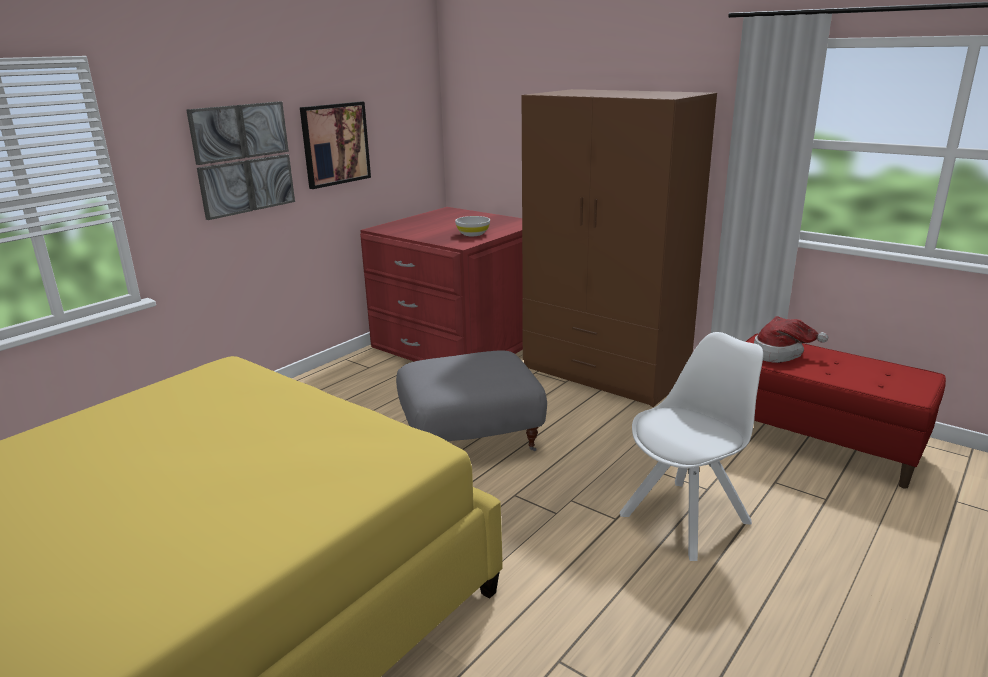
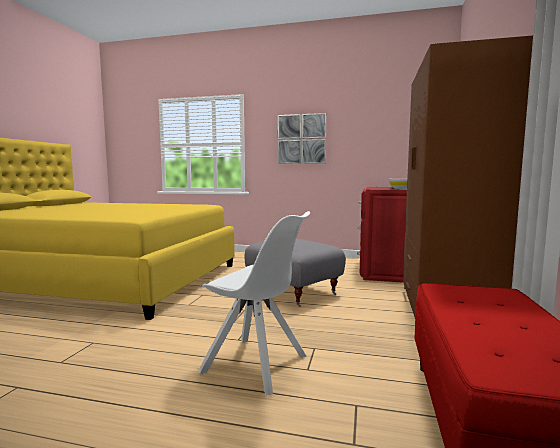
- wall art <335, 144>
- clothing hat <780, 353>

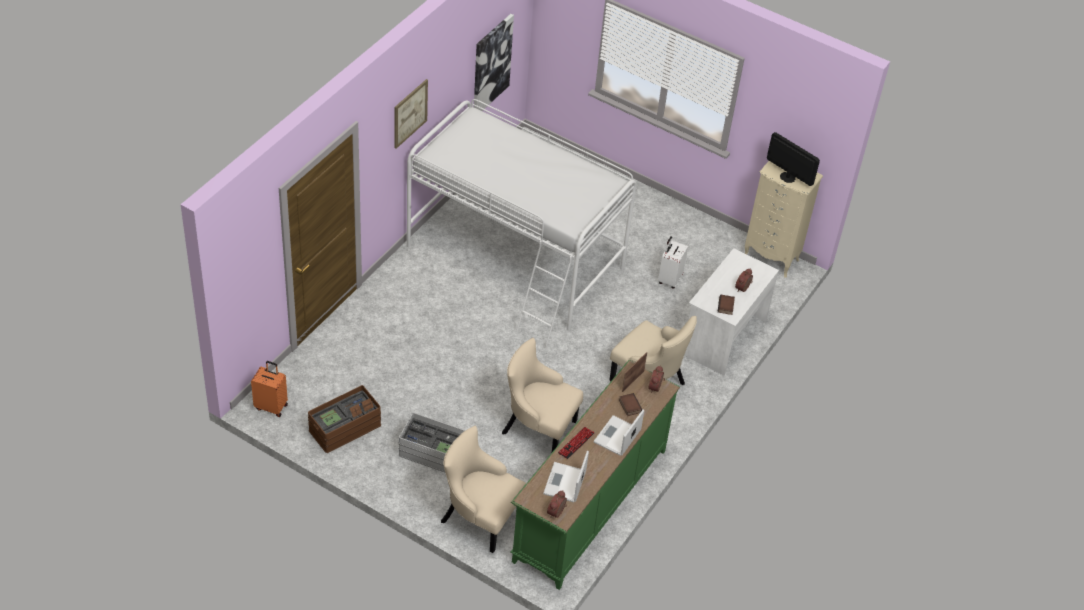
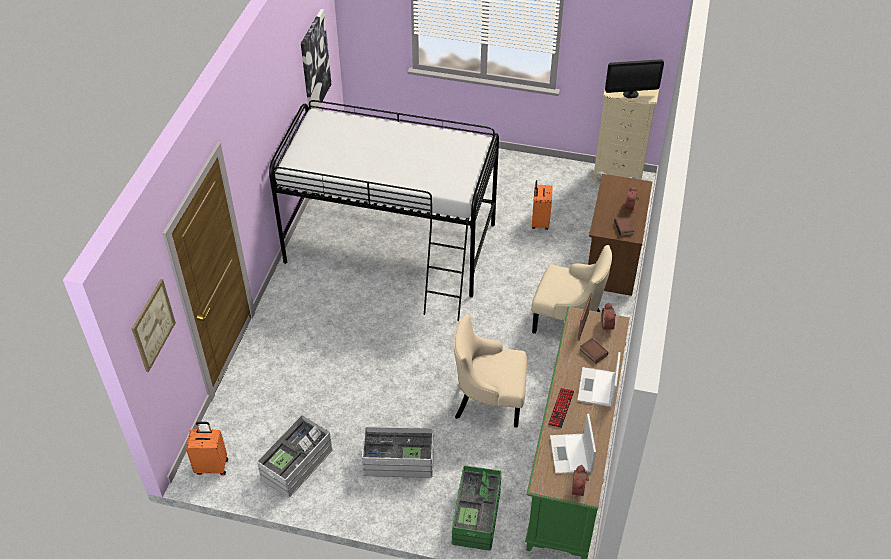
~ brownish storage container <344, 427> to gray storage container <296, 463>
~ wall art <410, 113> to <153, 325>
~ white-coloured bed <516, 260> to black bed <392, 245>
~ beige-coloured upright chair <481, 519> to greenish storage container <475, 515>
~ white-coloured suitcase <669, 279> to orangey suitcase <539, 222>
~ white-coloured desk <723, 336> to brownish desk <612, 260>
~ computer display <787, 177> = <630, 94> 150 degrees clockwise

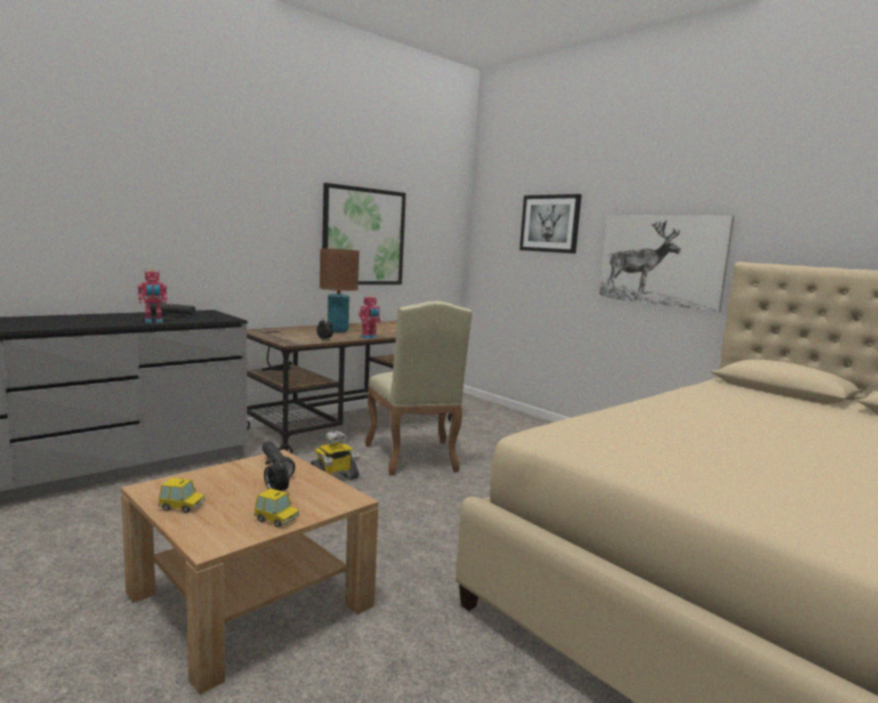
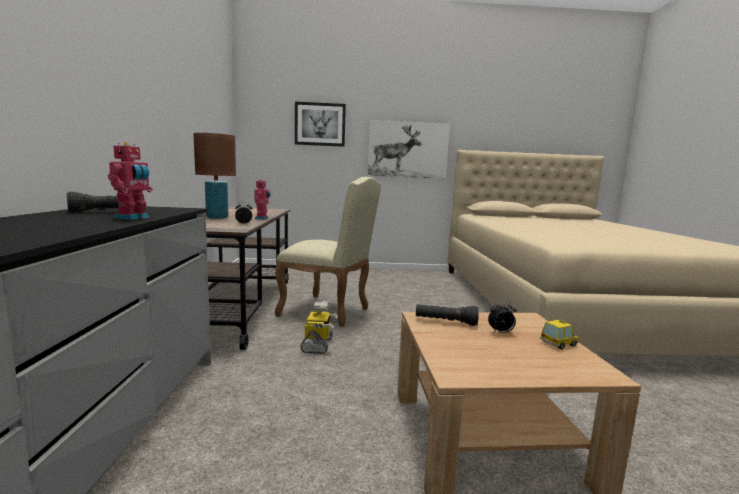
- model car <182, 506>
- wall art <363, 237>

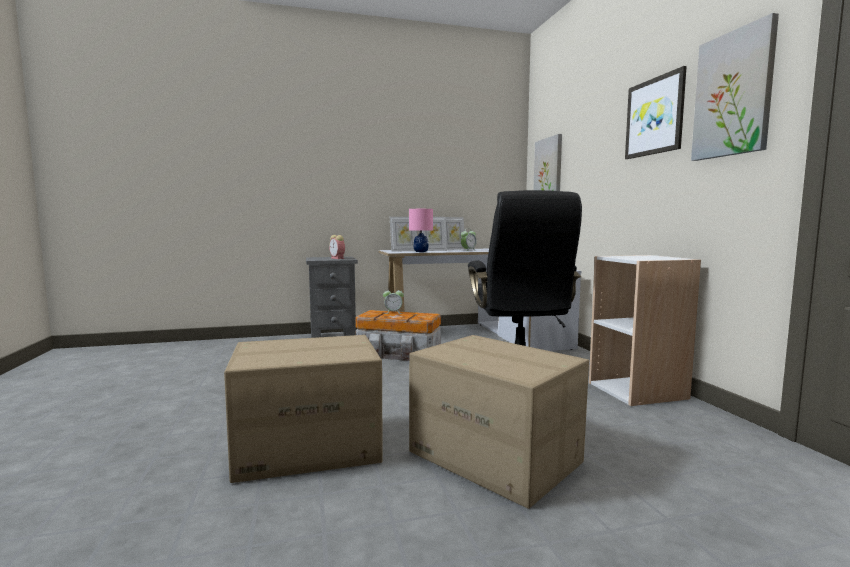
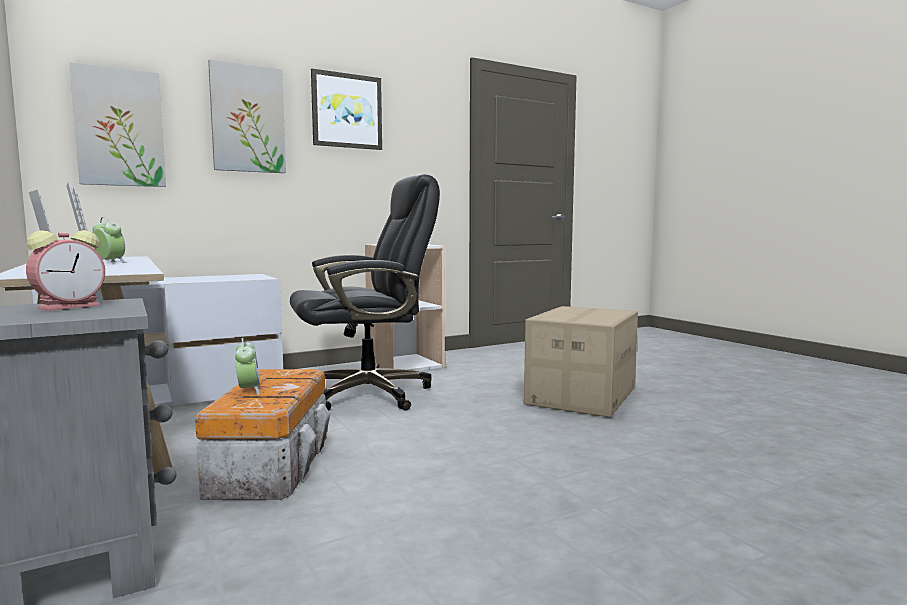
- packing box <308, 447>
- pinkish table lamp <421, 252>
~ wall art <733, 94> to <247, 119>

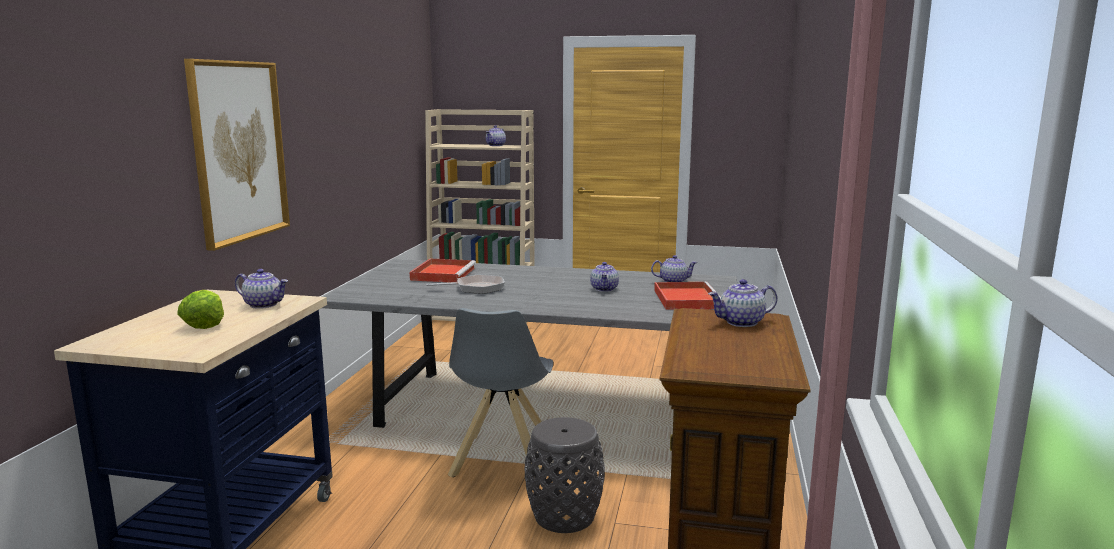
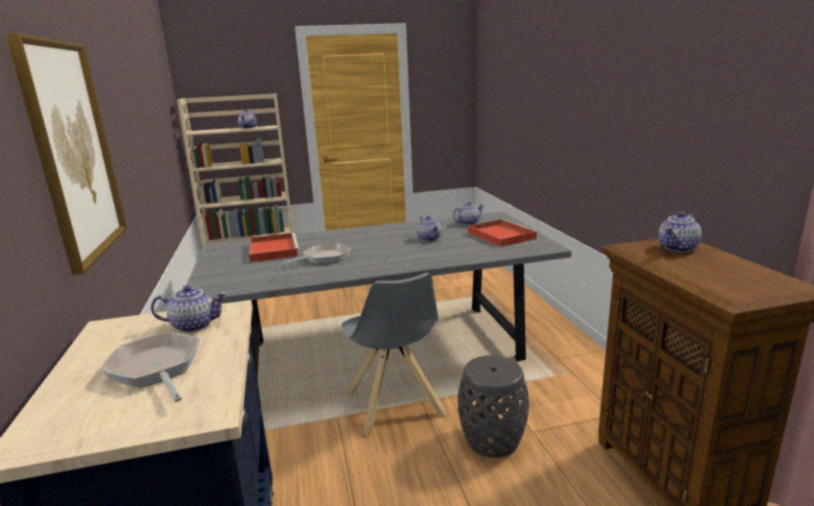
~ head of lettuce <204, 324> to skillet <157, 369>

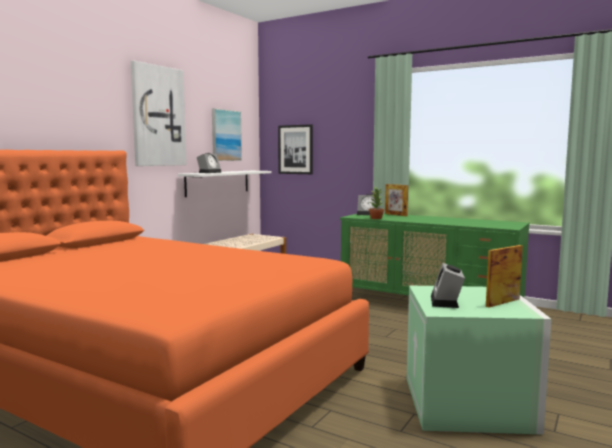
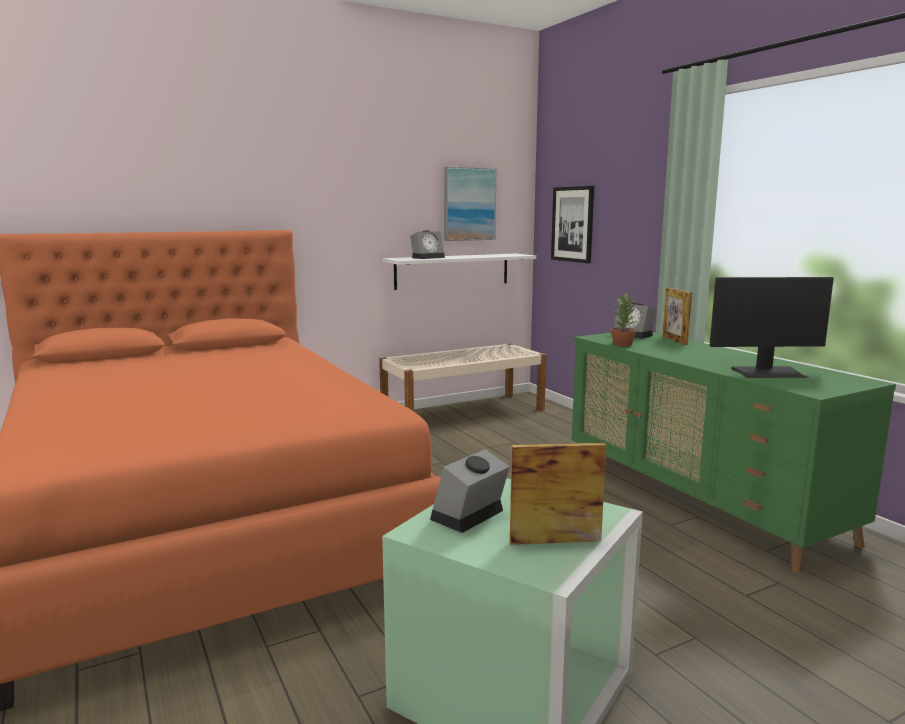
- wall art <158, 116>
+ computer display <769, 372>

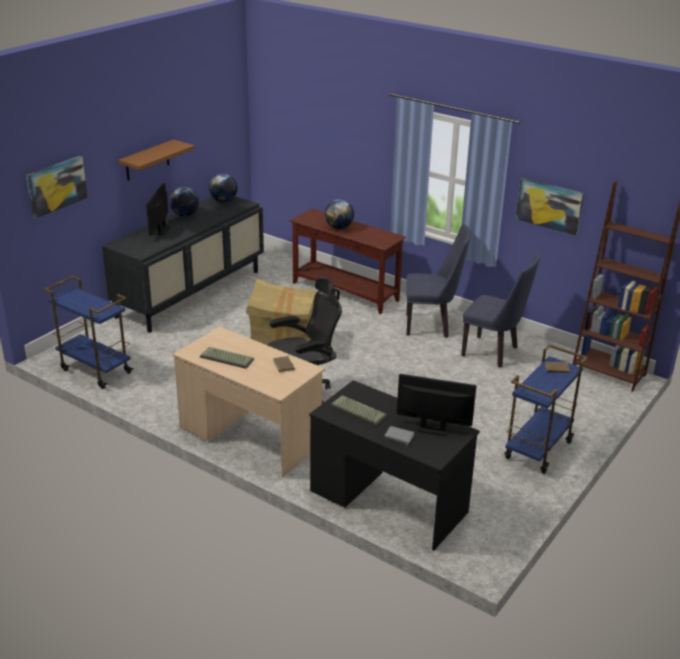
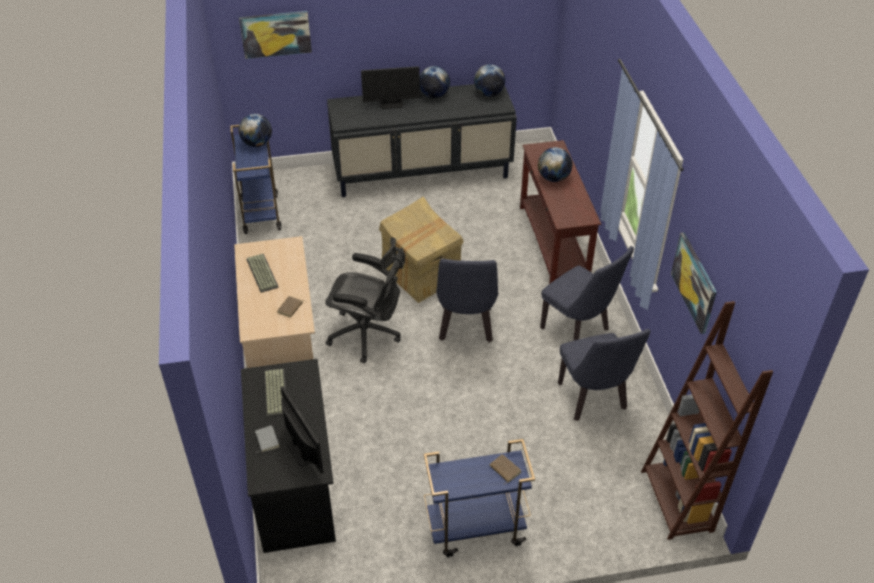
- brownish bracket shelf <147, 160>
~ computer display <160, 230> = <391, 104> 150 degrees counterclockwise
+ globe <257, 143>
+ bluish upright chair <466, 328>

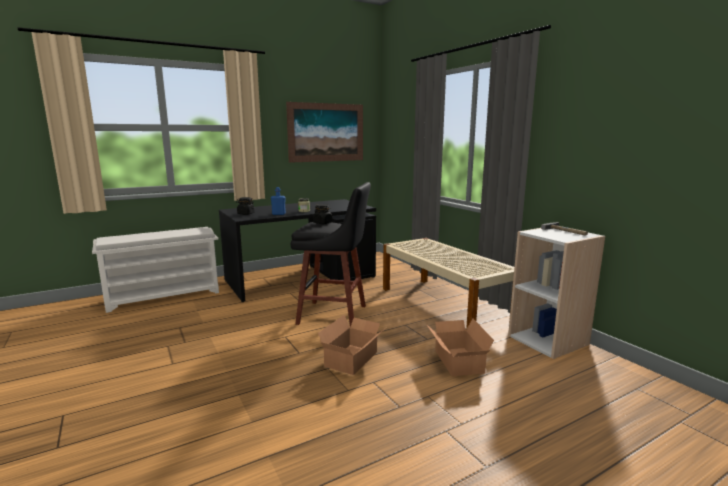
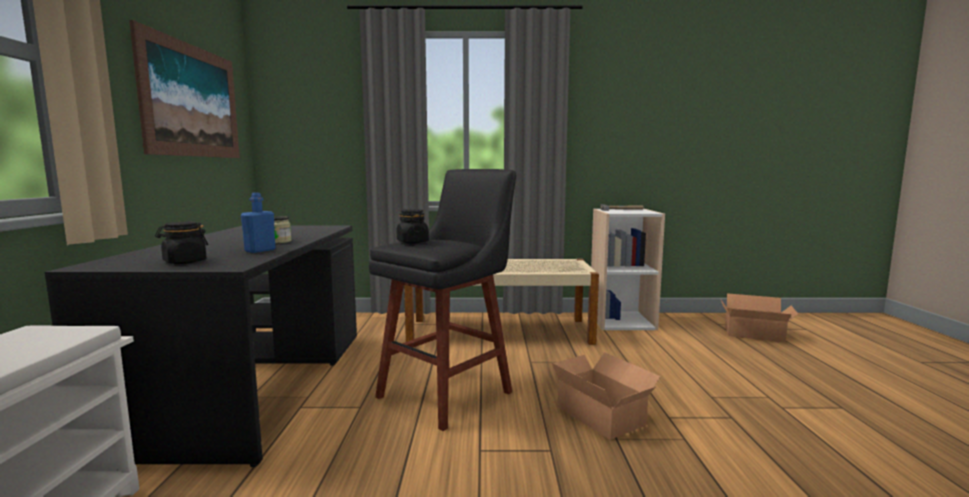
~ packing box <457, 362> to <755, 334>

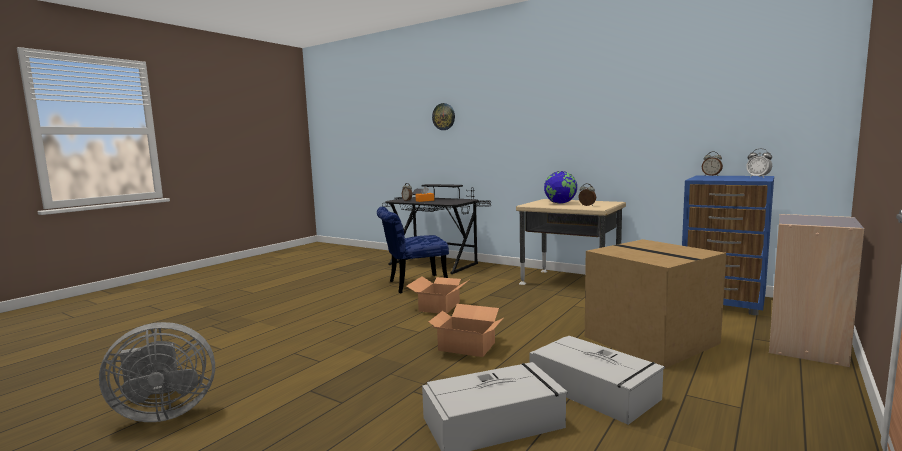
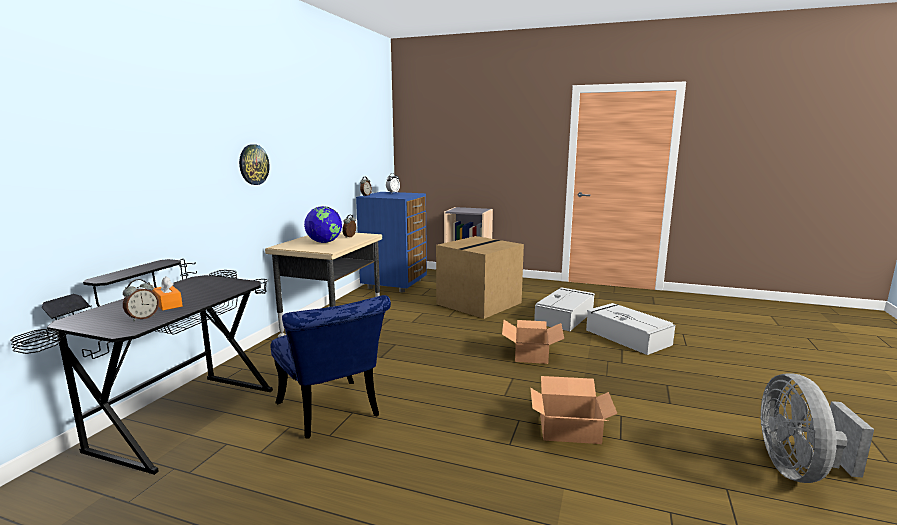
~ gray cooling fan <163, 412> = <798, 470> 135 degrees counterclockwise
~ packing box <440, 306> to <568, 429>
~ hanging clock <443, 116> to <253, 164>

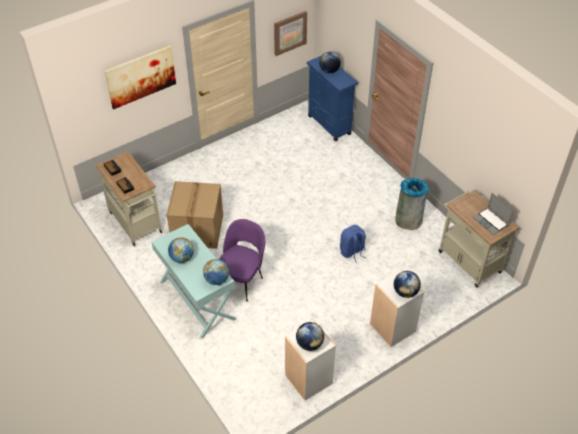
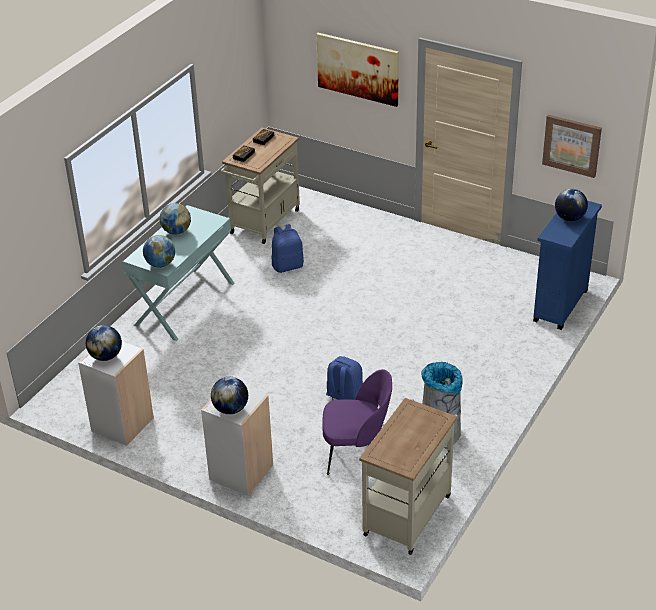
~ packing box <197, 229> to bluish knapsack <288, 266>
~ purple upright chair <243, 281> to <357, 457>
- portable computer <491, 221>

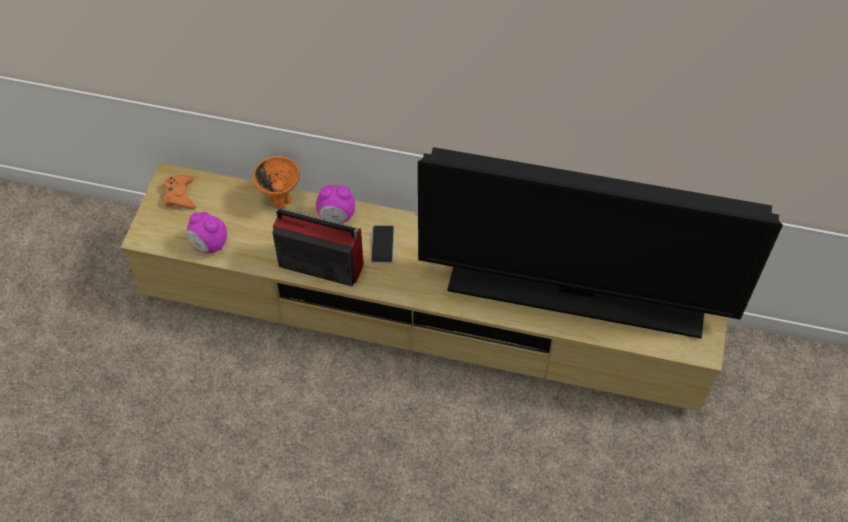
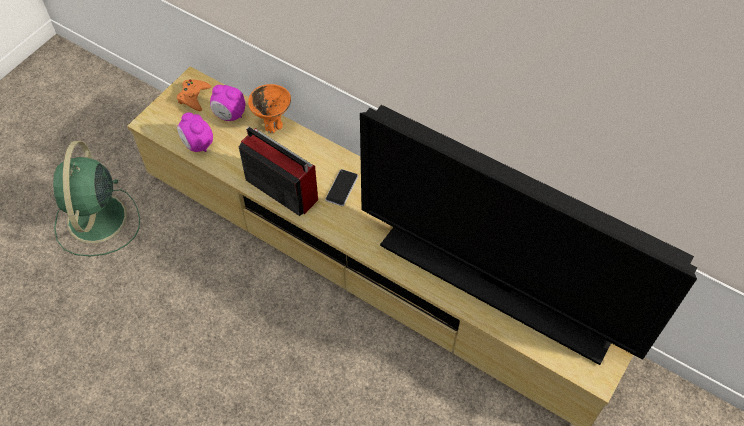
~ table clock <336, 217> to <229, 115>
+ greenish cooling fan <97, 221>

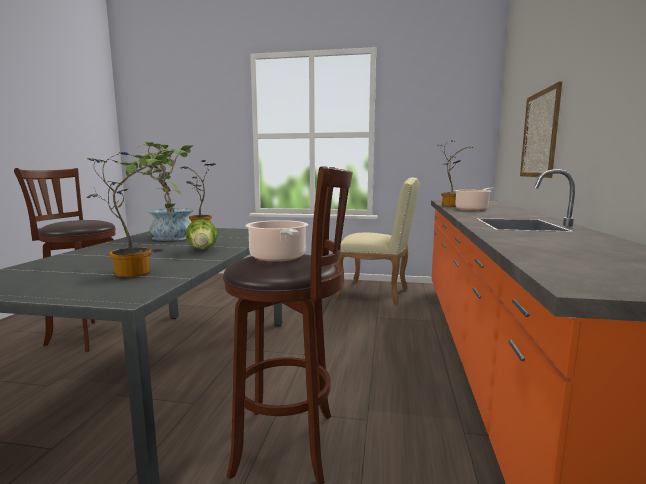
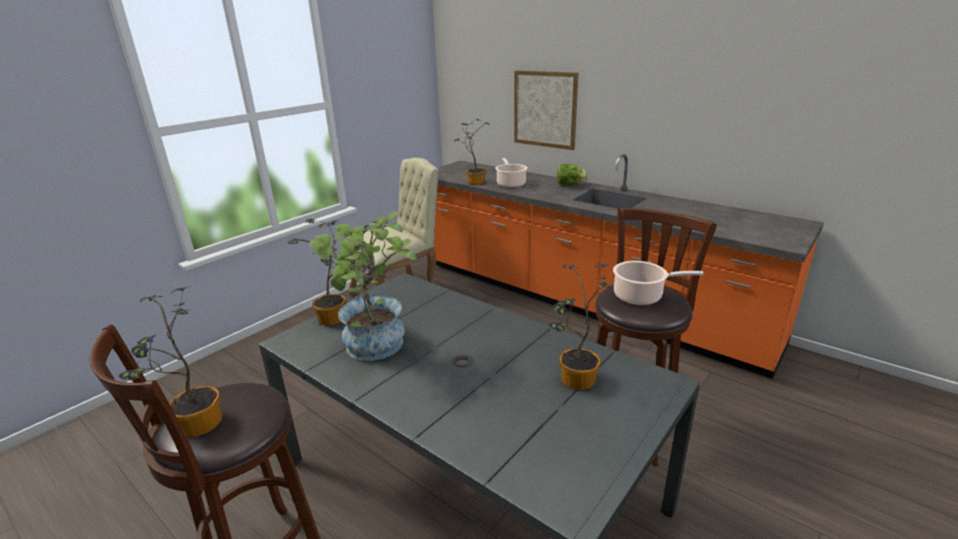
~ head of lettuce <203, 250> to <570, 185>
+ houseplant <195, 427>

